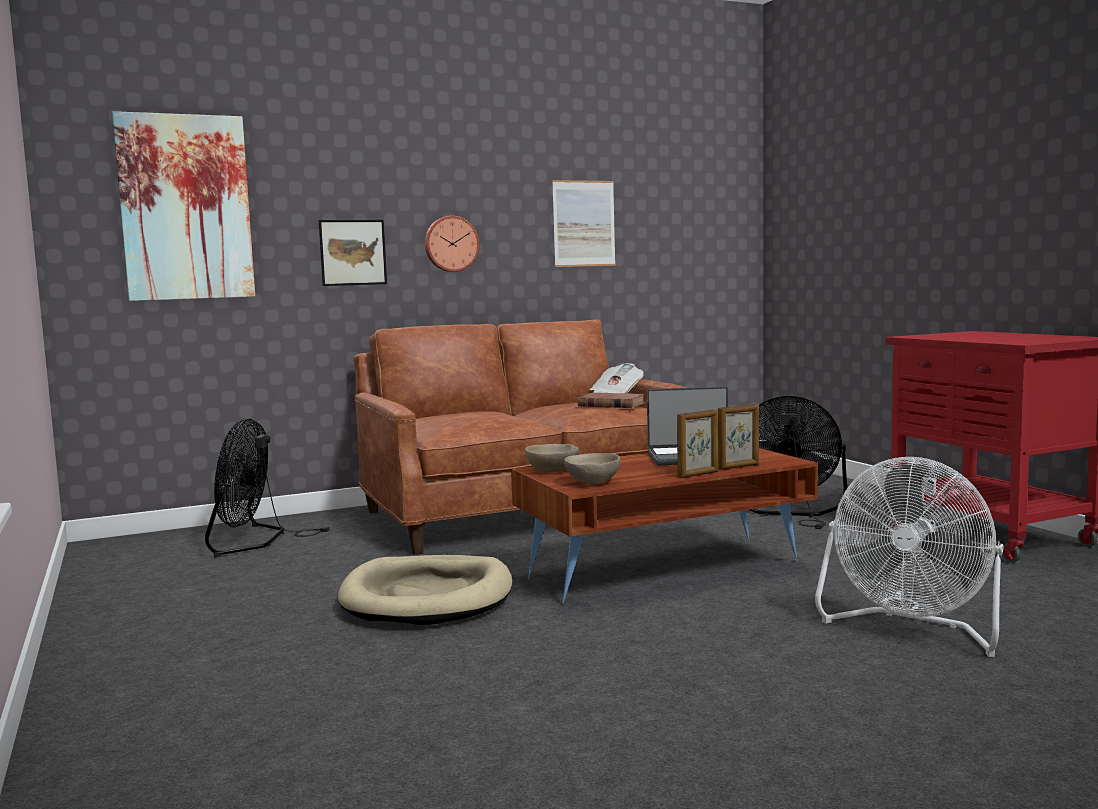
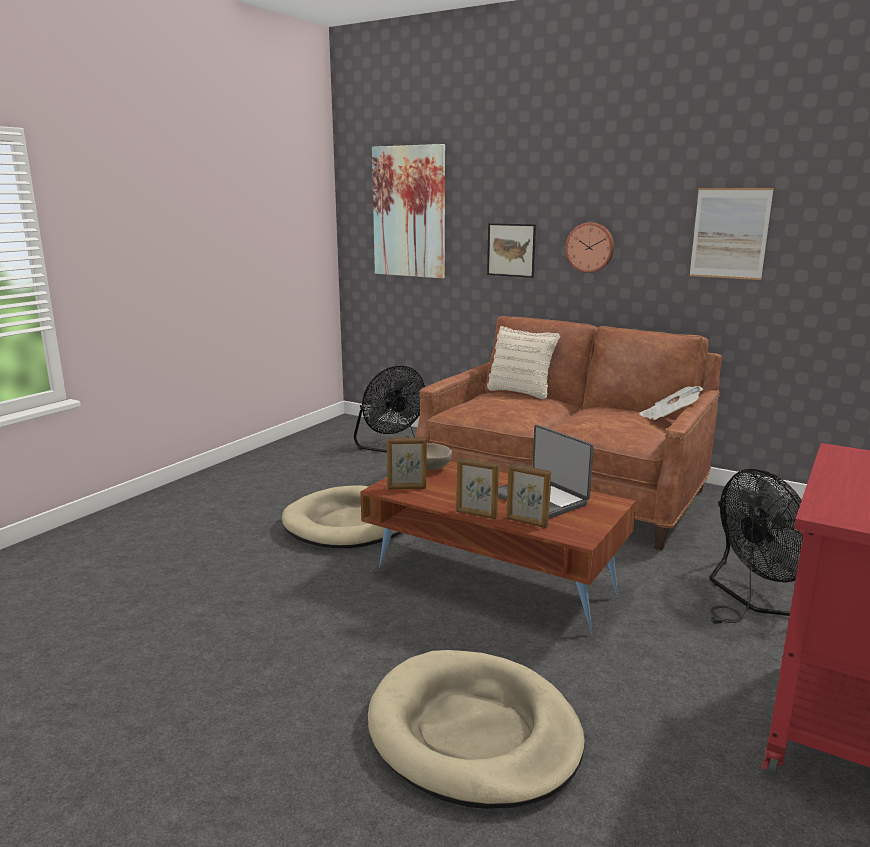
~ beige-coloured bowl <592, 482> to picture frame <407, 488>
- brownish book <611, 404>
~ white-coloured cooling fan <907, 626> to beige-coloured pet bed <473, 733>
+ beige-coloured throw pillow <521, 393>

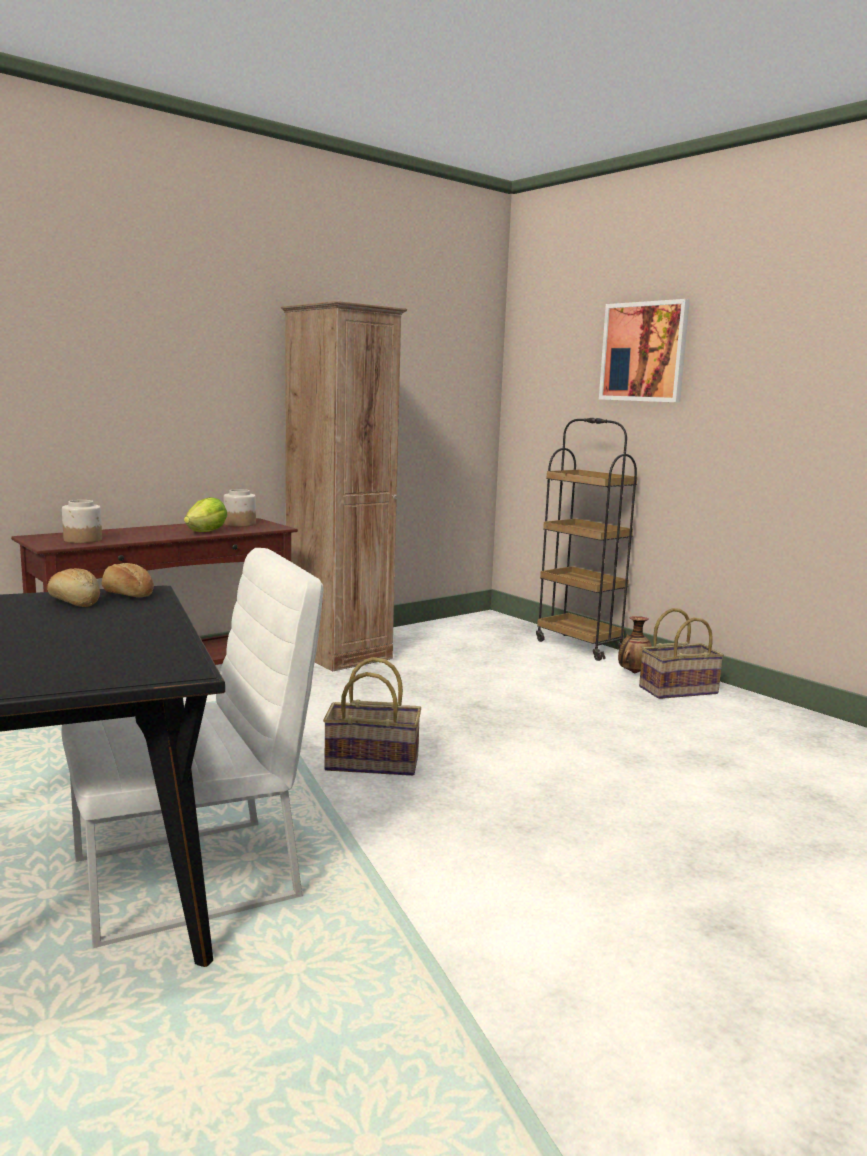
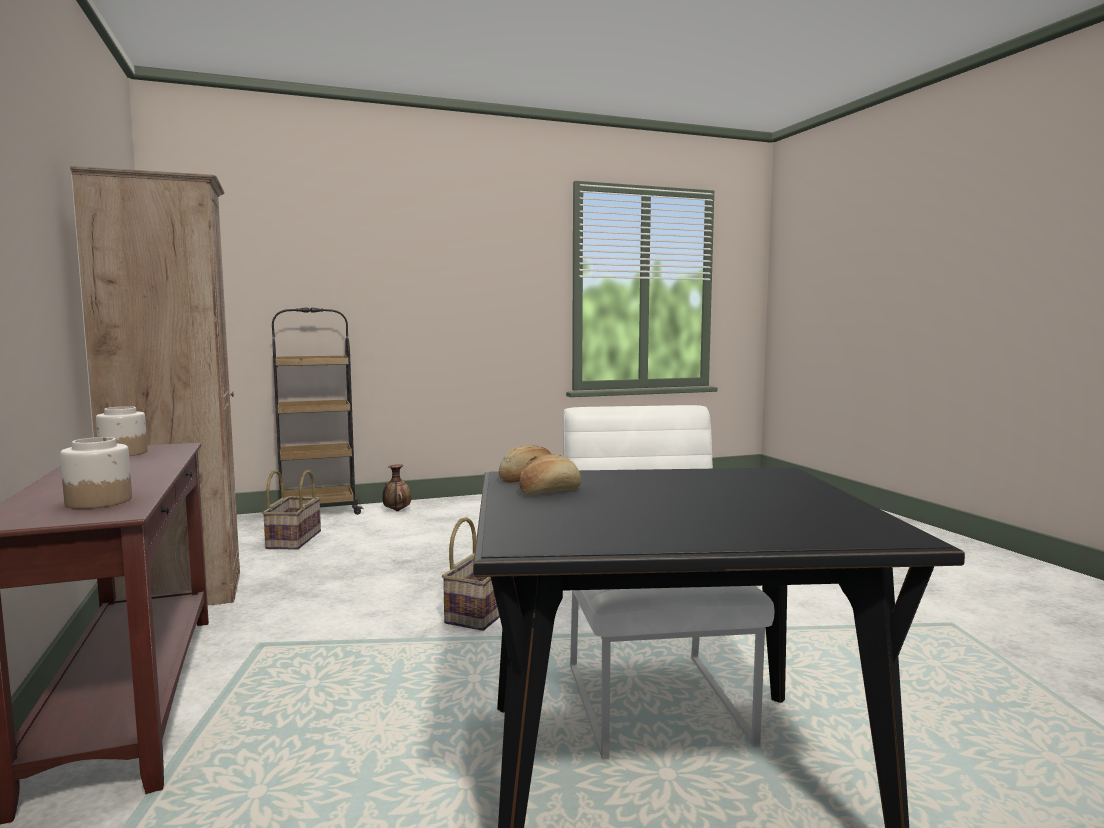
- head of lettuce <207, 532>
- wall art <644, 352>
~ household basket <678, 690> to <293, 539>

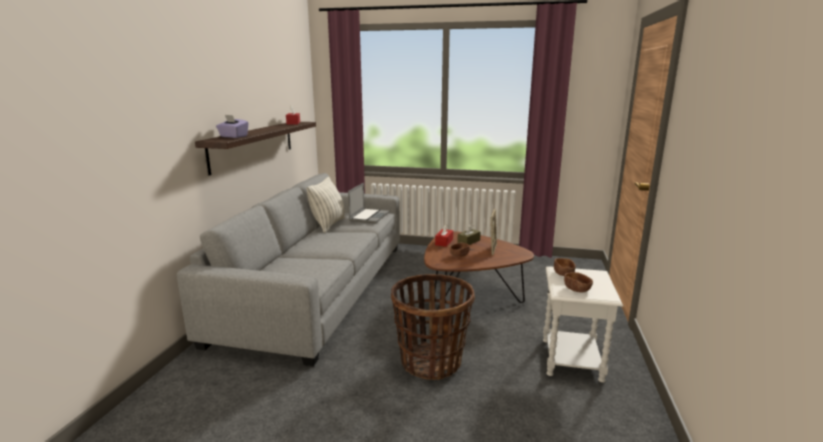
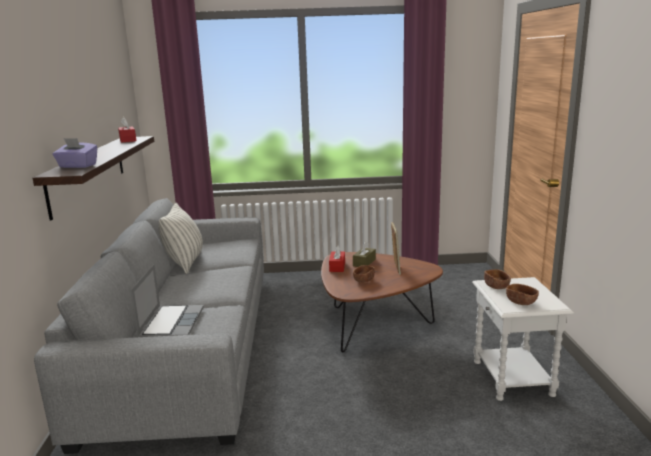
~ portable computer <369, 216> to <171, 323>
- household basket <431, 362>

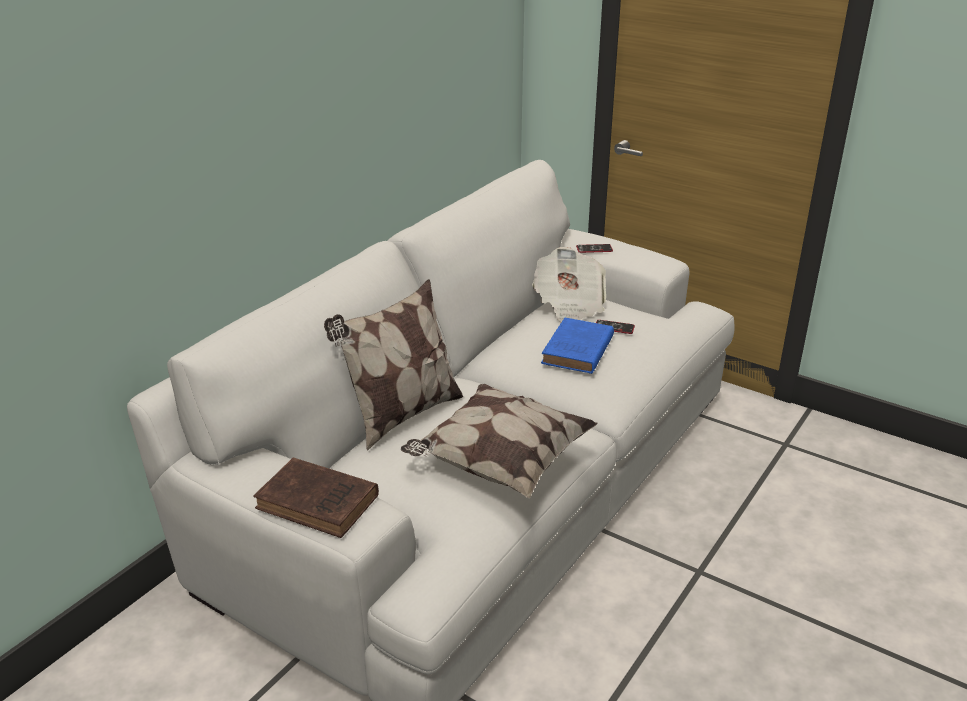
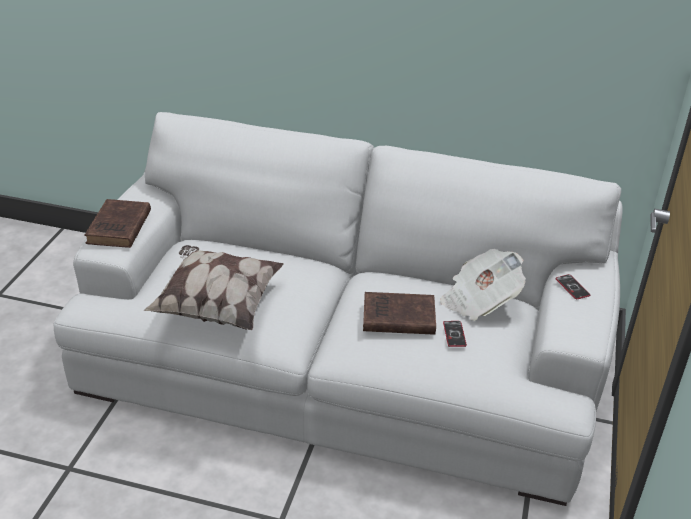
- throw pillow <401, 415>
~ bluish book <577, 351> to brownish book <396, 317>

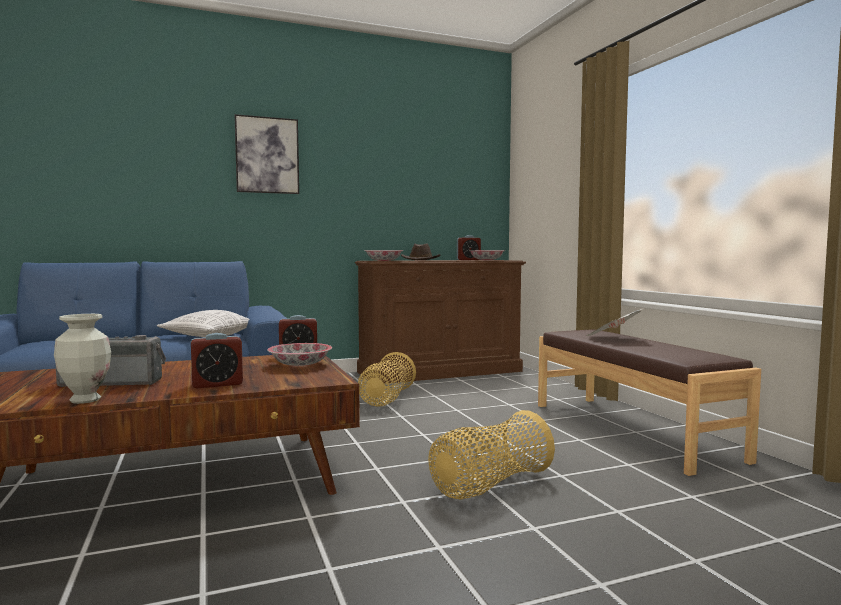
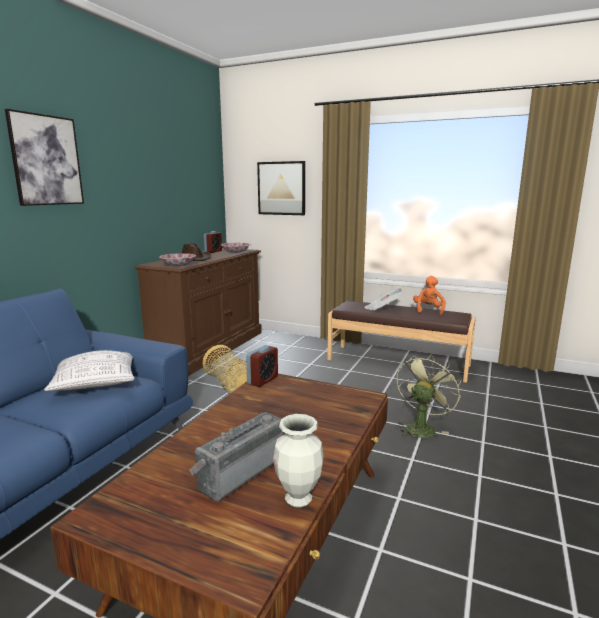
- table clock <217, 384>
- bowl <301, 364>
~ household basket <489, 486> to greenish cooling fan <421, 427>
+ wall art <281, 188>
+ orangey plush toy <428, 310>

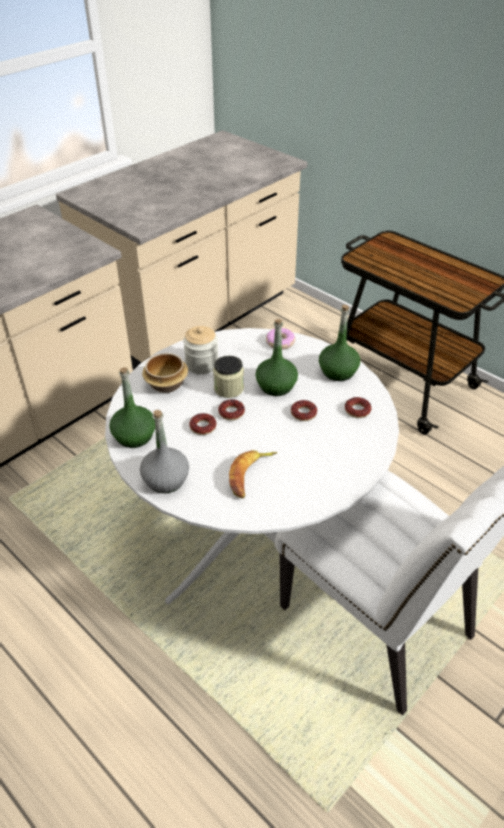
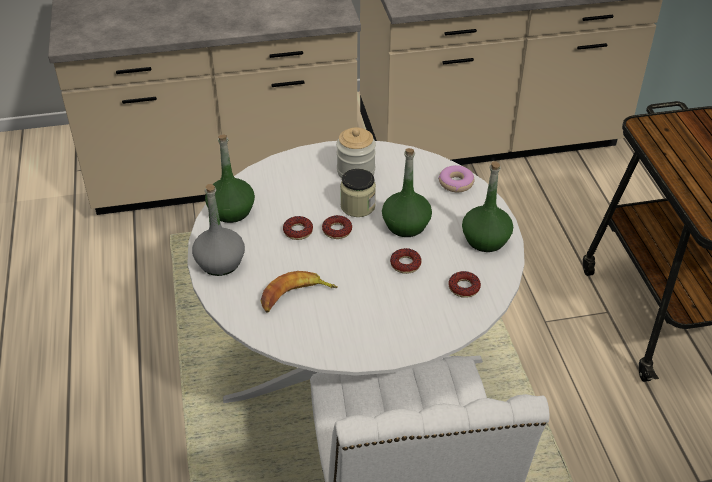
- bowl <167, 385>

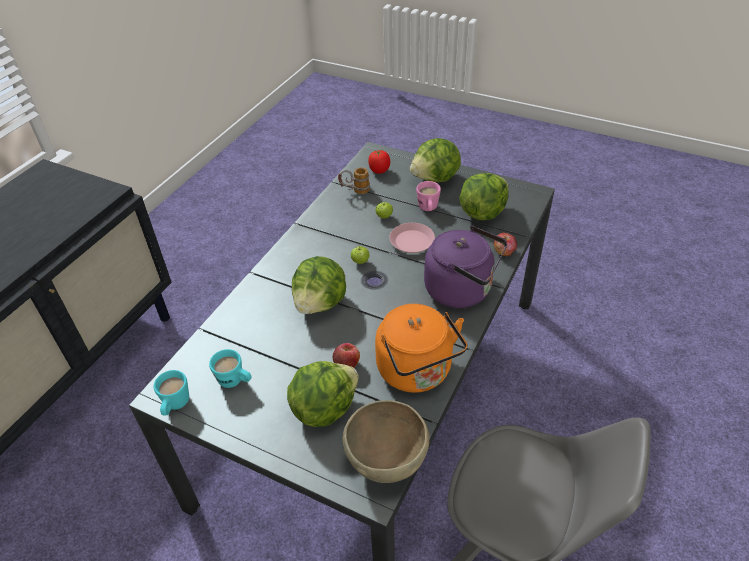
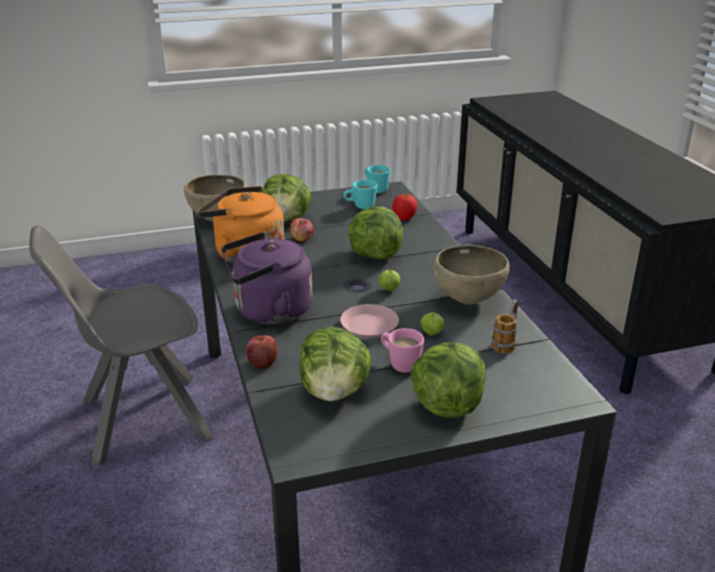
~ fresh tomato <379, 170> to <404, 218>
+ brownish bowl <468, 300>

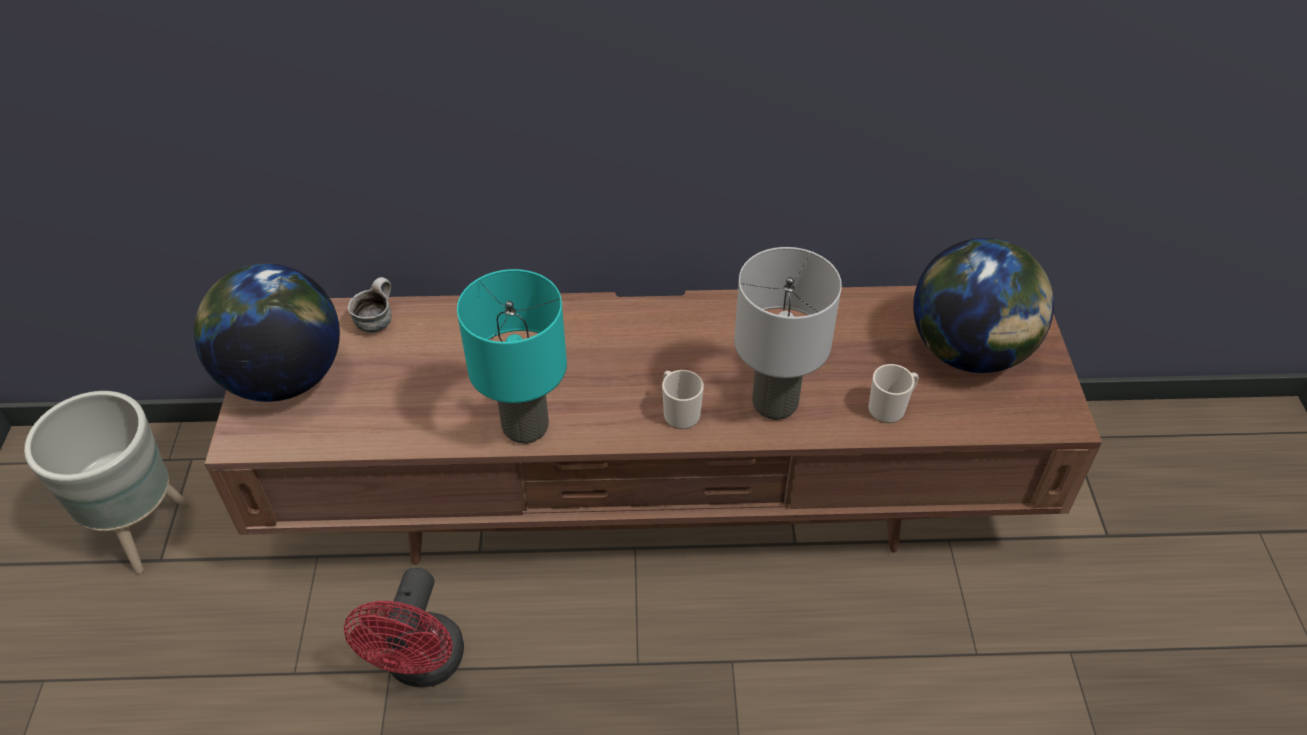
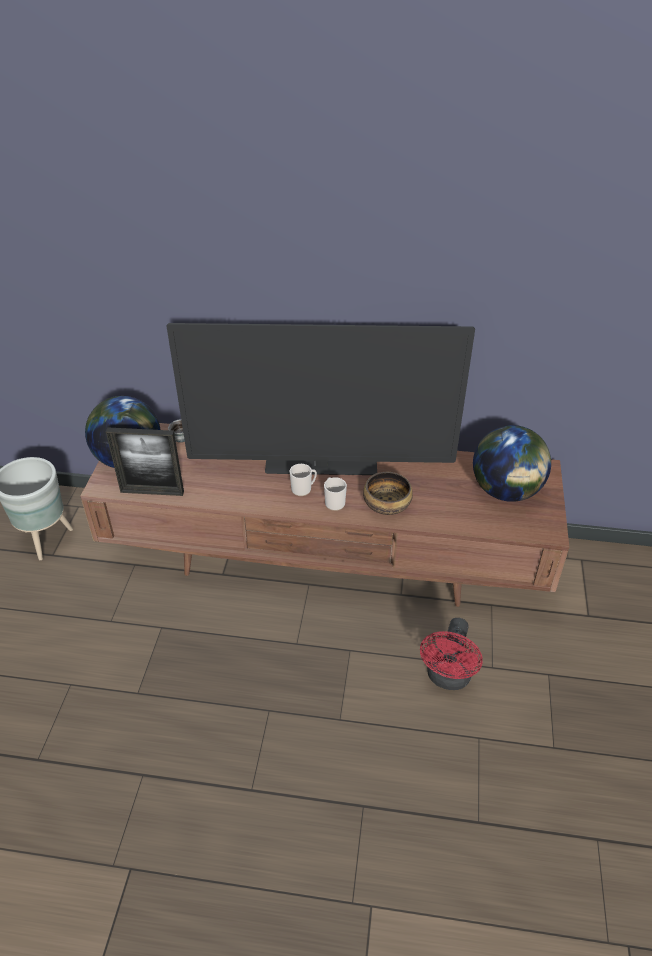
~ reddish cooling fan <422, 666> to <448, 678>
- turquoise-coloured table lamp <523, 429>
~ white-coloured table lamp <772, 403> to bowl <386, 504>
~ coffee mug <890, 408> to <303, 489>
+ picture frame <152, 492>
+ television <321, 467>

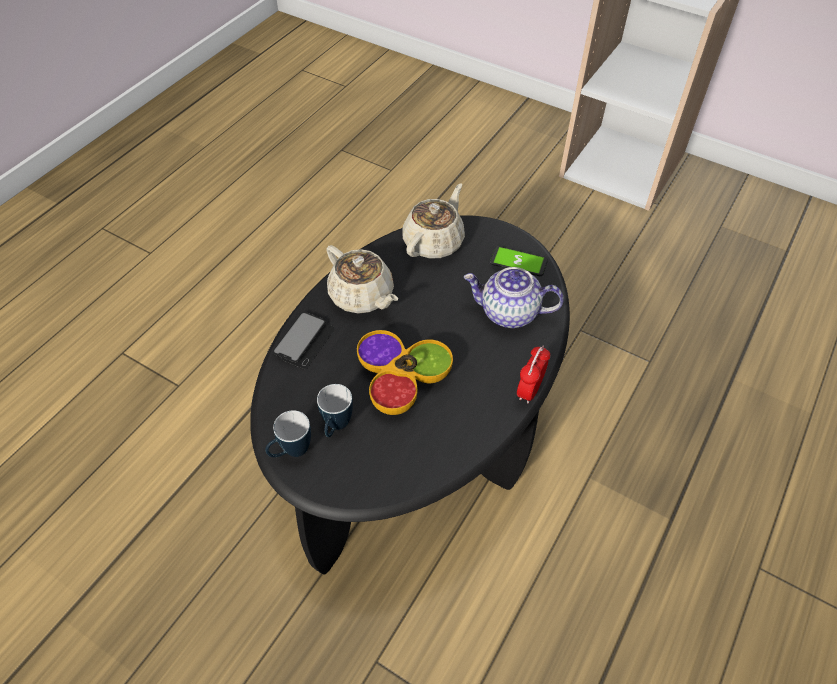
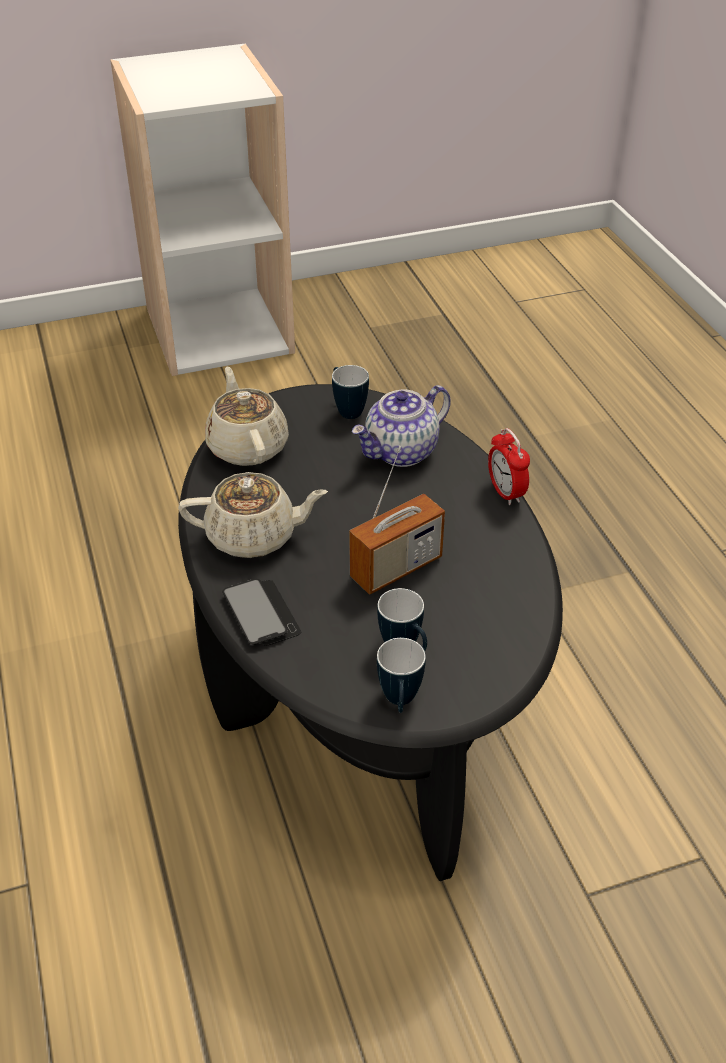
~ bowl <401, 378> to radio set <396, 568>
~ handset <518, 262> to coffee mug <347, 409>

